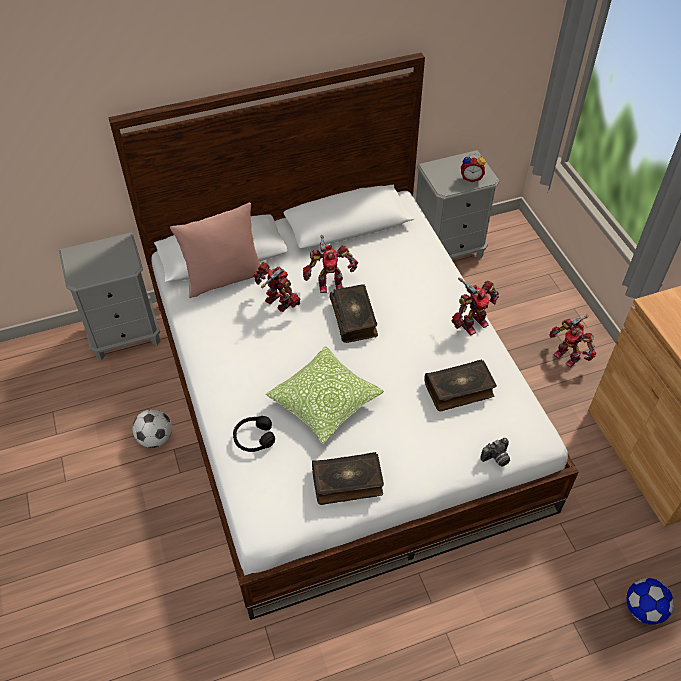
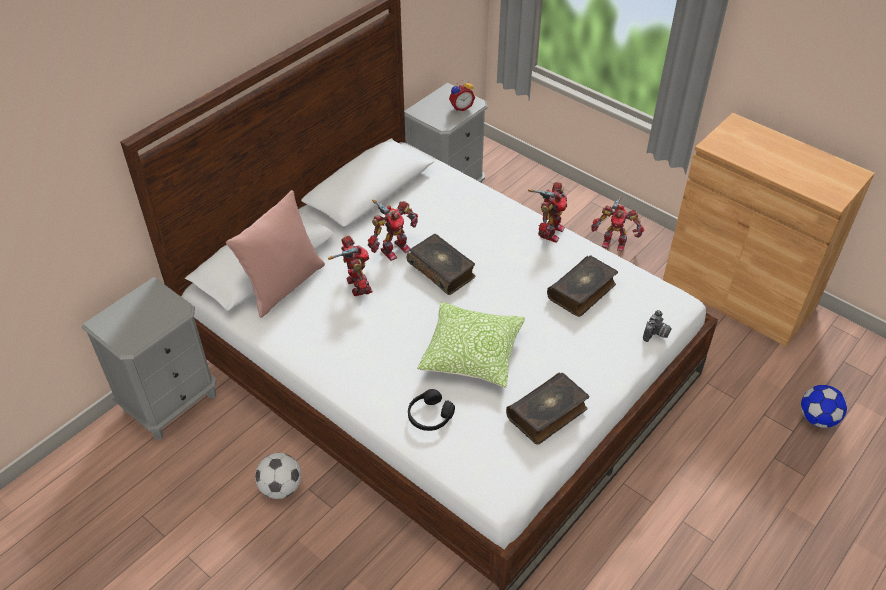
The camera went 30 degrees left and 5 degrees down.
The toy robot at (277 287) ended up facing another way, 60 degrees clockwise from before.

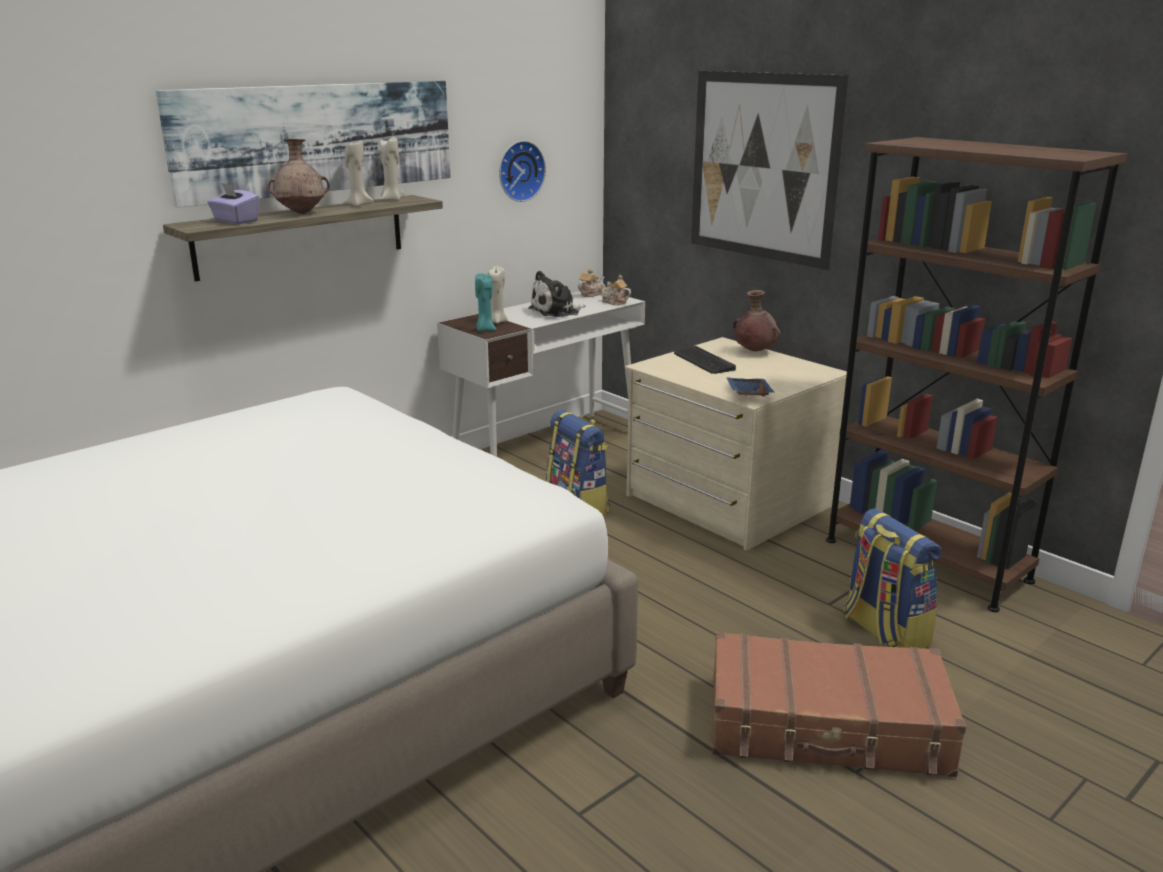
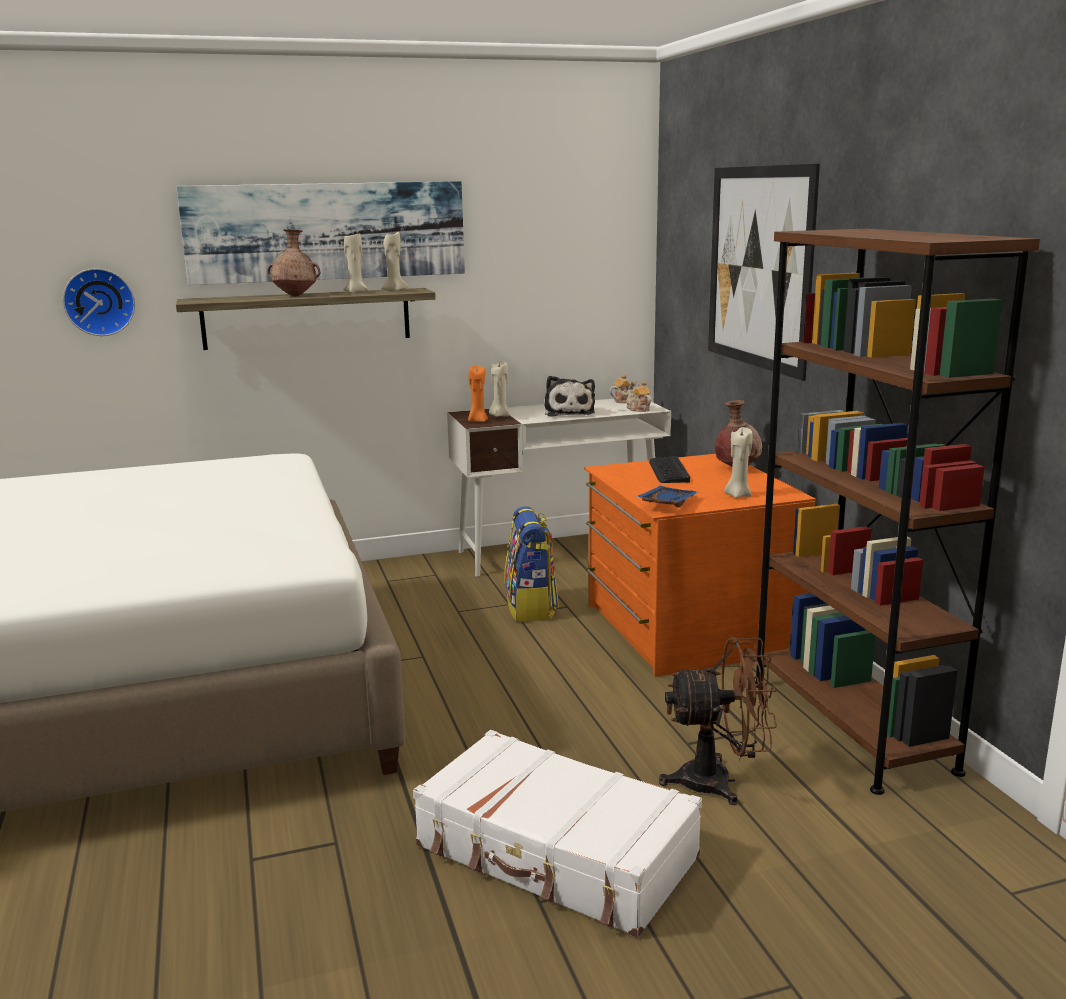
The camera went 25 degrees right and 5 degrees down.
The wall clock ended up elsewhere, having gone from (522 171) to (99 302).
What was the brown suitcase at (839 704) turned into the white suitcase at (557 833).
What was the turquoise candle at (485 302) turned into the orange candle at (478 393).
The plush toy at (557 294) ended up facing another way, 90 degrees counterclockwise from before.
What was the beige dresser at (736 444) turned into the orange dresser at (700 565).
Where the backpack stood at (892 578), the brown fan came to stand at (718 721).
The second view gained the beige candle at (738 462).
The second view lost the purple tissue box at (233 203).

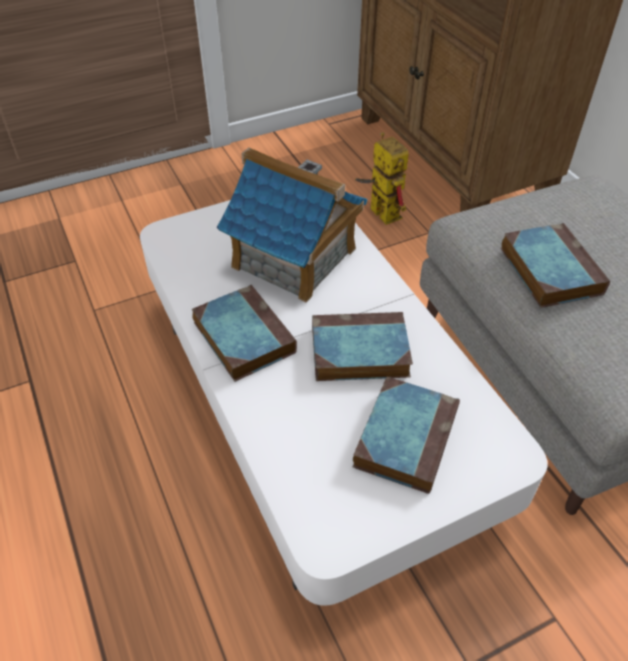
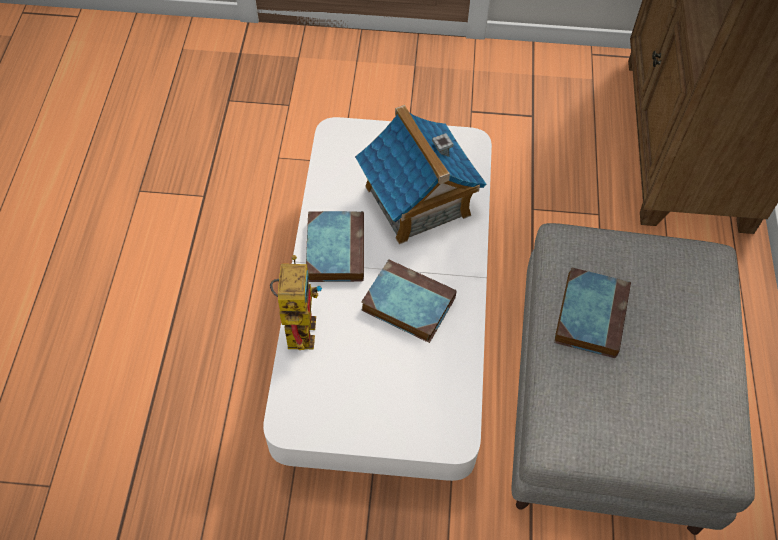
The camera went 30 degrees right and 10 degrees up.
The toy robot ended up elsewhere, having gone from (382 178) to (296 302).
The second view lost the book at (406 435).

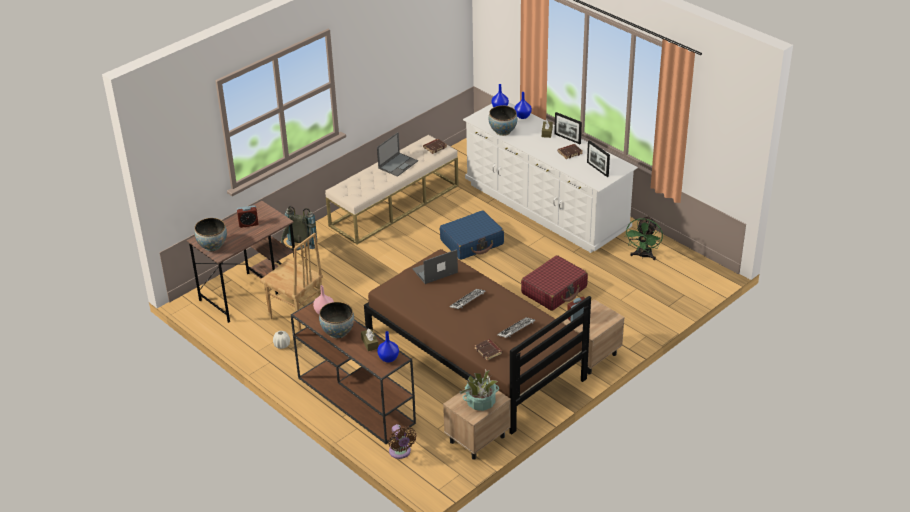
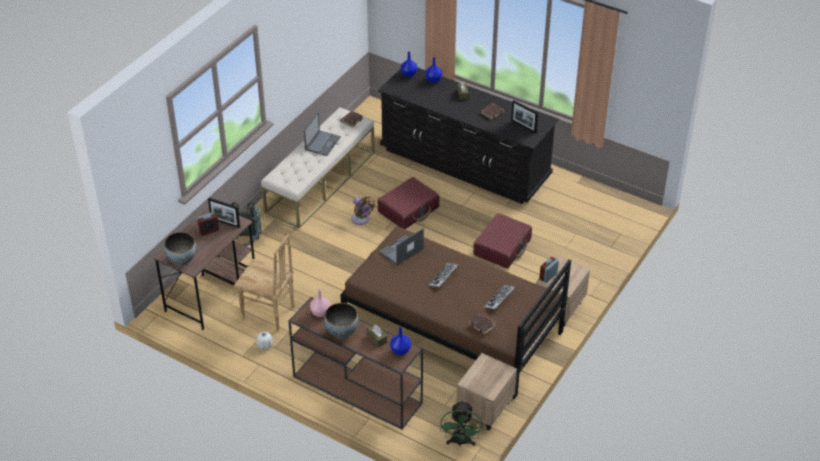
The camera went 15 degrees left and 5 degrees up.
The picture frame ended up elsewhere, having gone from (568 128) to (224 213).
The brown fan ended up elsewhere, having gone from (402 441) to (363 211).
What was the blue suitcase at (472 235) turned into the red suitcase at (408 203).
What was the white dresser at (550 177) turned into the black dresser at (468 135).
The green fan ended up elsewhere, having gone from (644 238) to (461 423).
The second view lost the potted plant at (479 390).
The second view lost the bowl at (503 120).

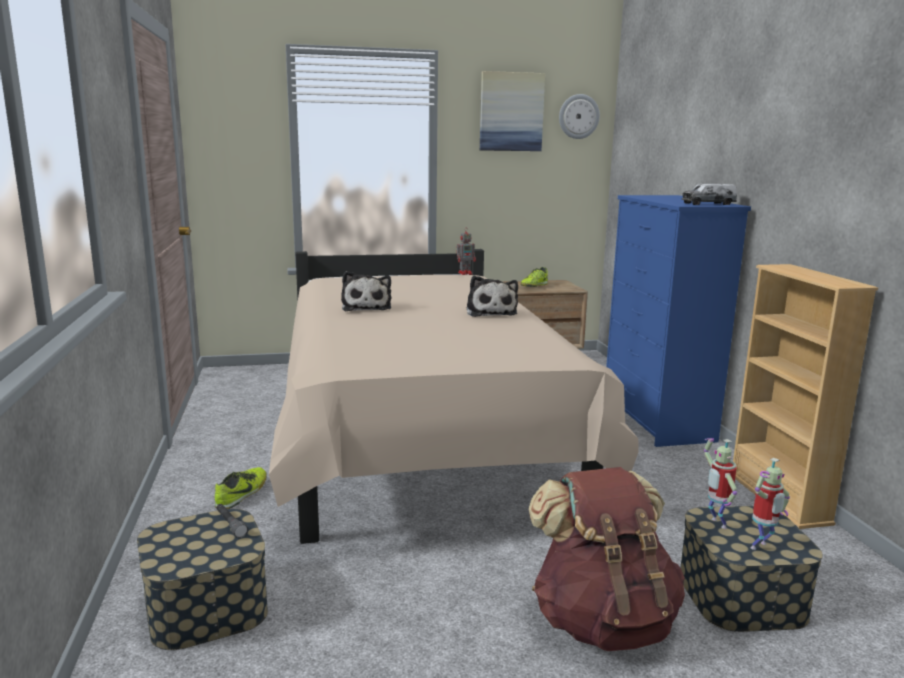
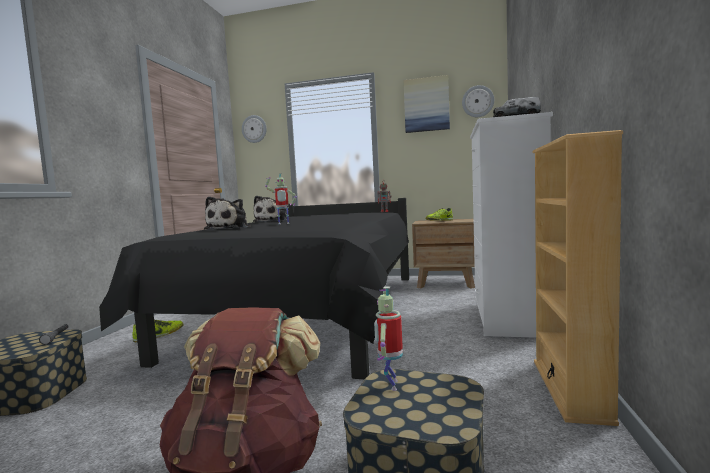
The camera went 25 degrees right and 10 degrees down.
What was the beige bed at (454 396) turned into the black bed at (254 288).
The plush toy ended up elsewhere, having gone from (492 296) to (227 213).
The second view gained the wall clock at (254 129).
The toy robot ended up elsewhere, having gone from (770 504) to (281 198).
What was the blue dresser at (678 321) turned into the white dresser at (511 225).

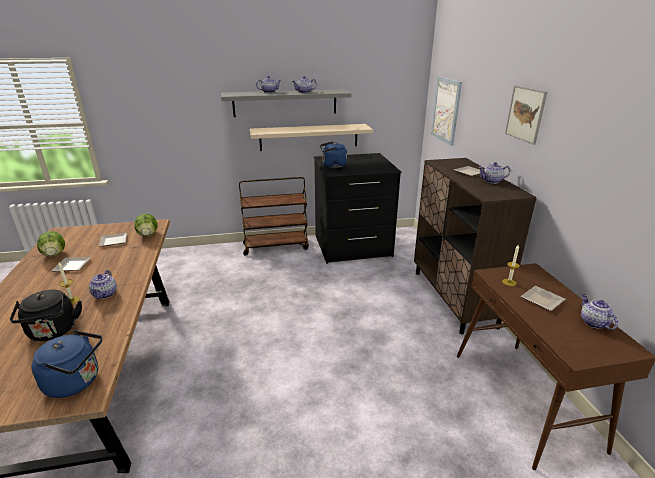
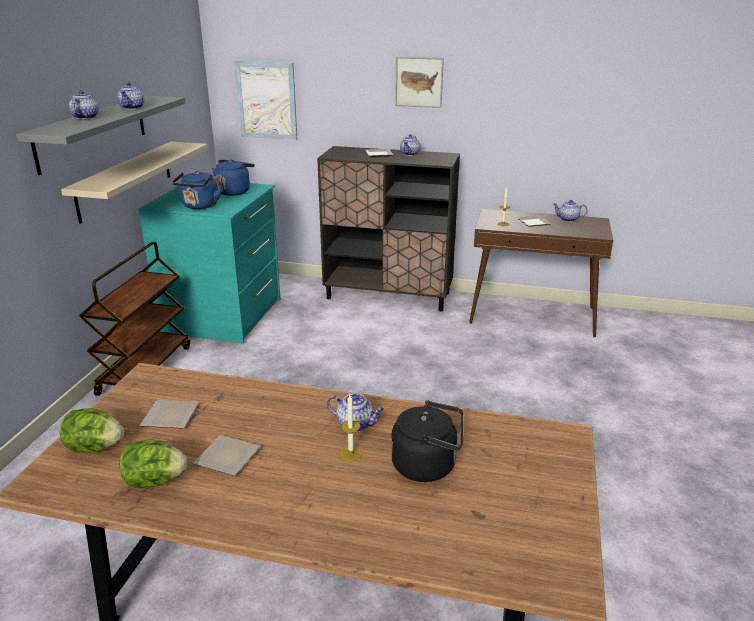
The camera went 65 degrees left and 0 degrees up.
The lettuce ended up elsewhere, having gone from (146 225) to (91 430).
What was the black dresser at (358 208) turned into the turquoise dresser at (209 263).
The blue kettle ended up elsewhere, having gone from (66 364) to (233 178).

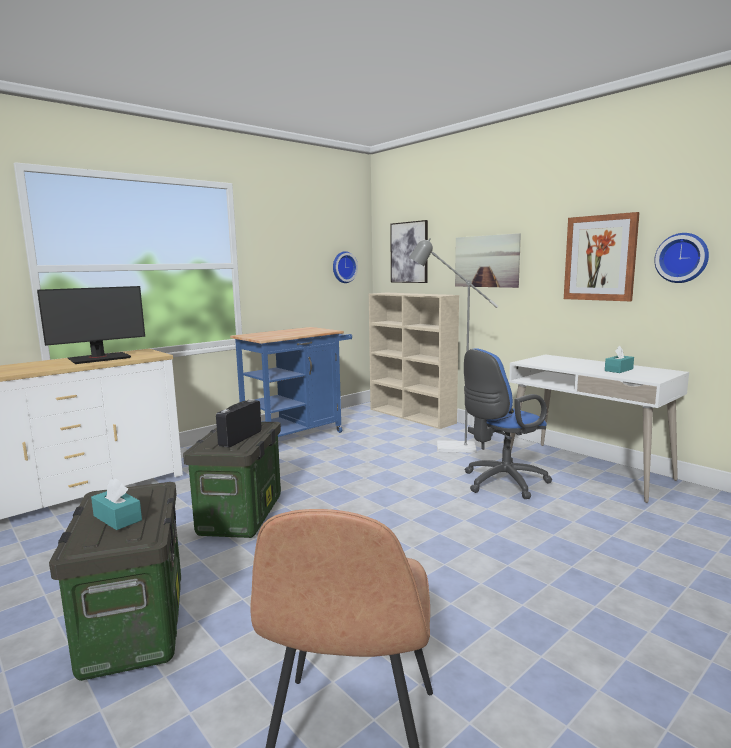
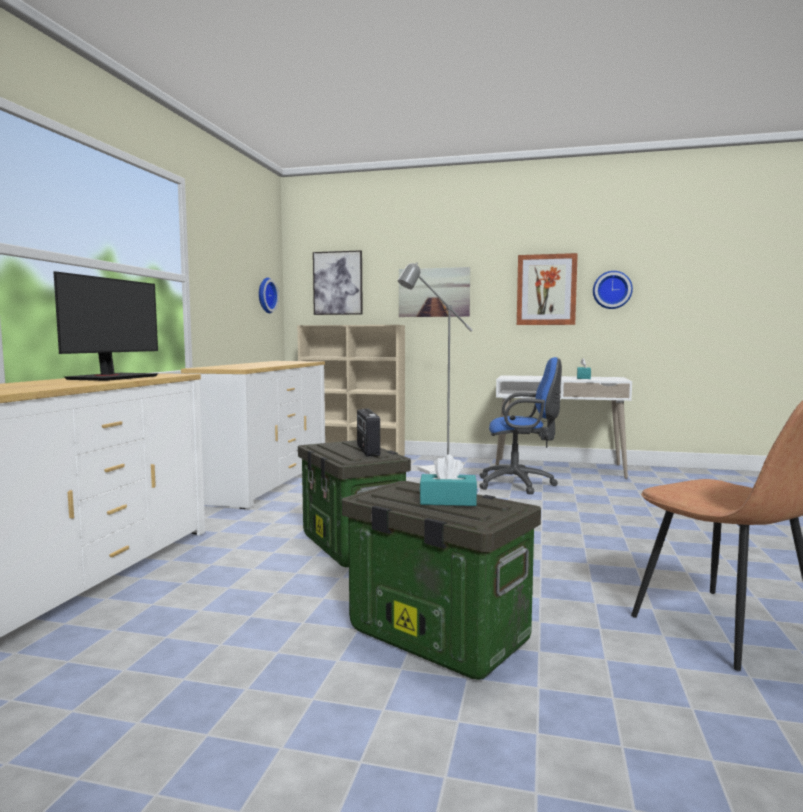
The camera went 35 degrees left and 5 degrees down.
Where the blue cart stood at (291 382), the white dresser came to stand at (253 435).
The blue office chair at (508 423) ended up facing another way, 105 degrees counterclockwise from before.

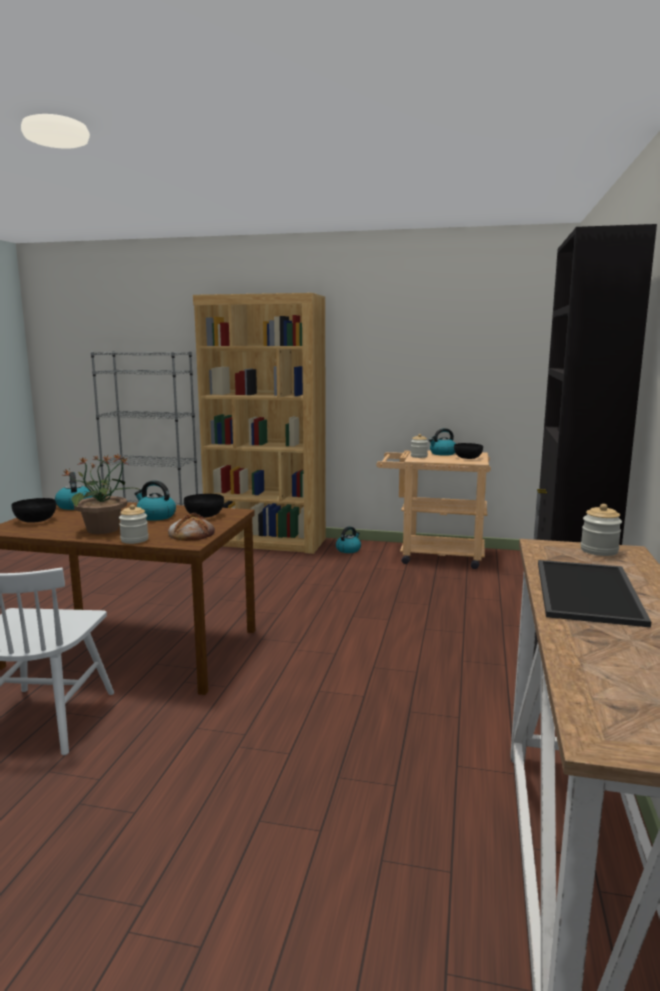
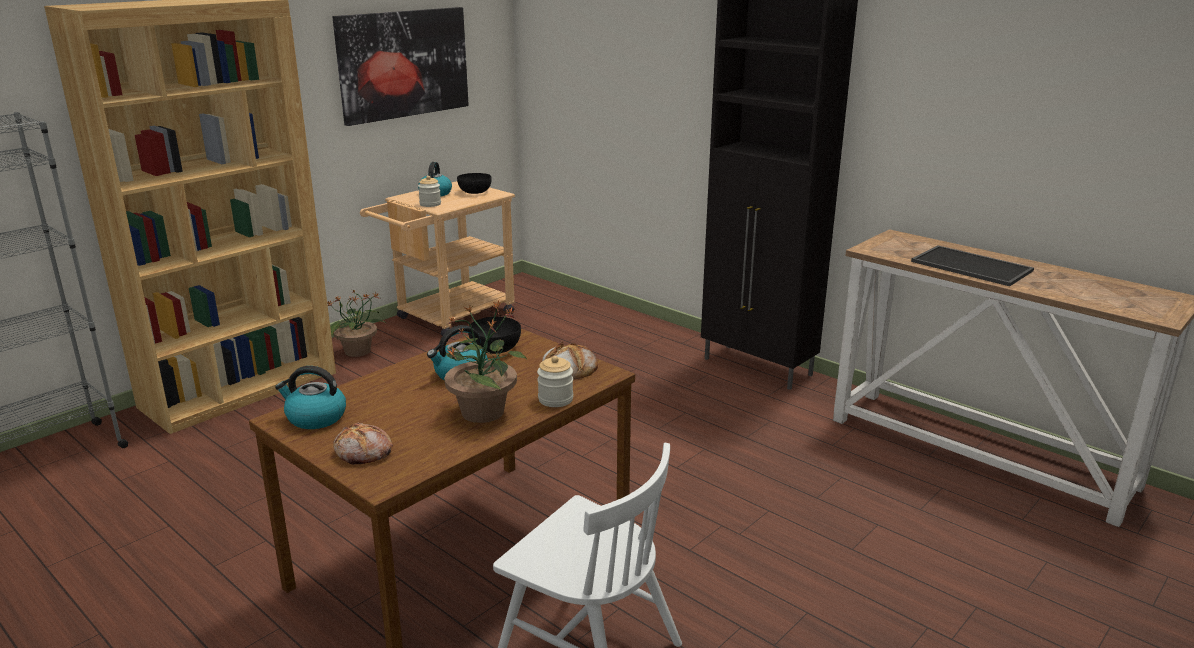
The camera went 60 degrees left and 10 degrees up.
Where the kettle stood at (348 539), the potted plant came to stand at (356 323).
The second view gained the picture at (400 66).
Where the black bowl stood at (33 510), the bread came to stand at (363 443).
The second view lost the jar at (601 530).

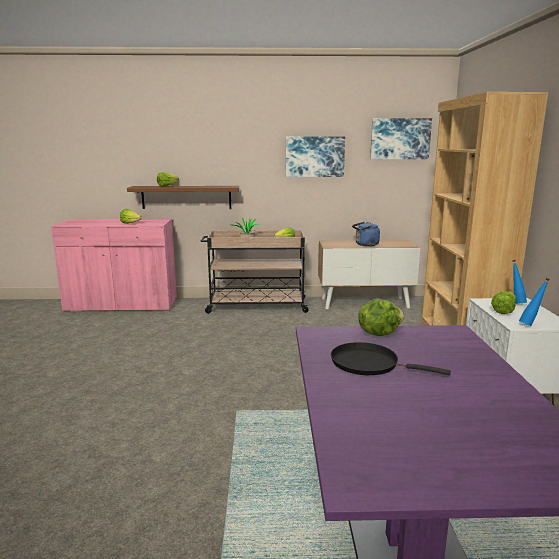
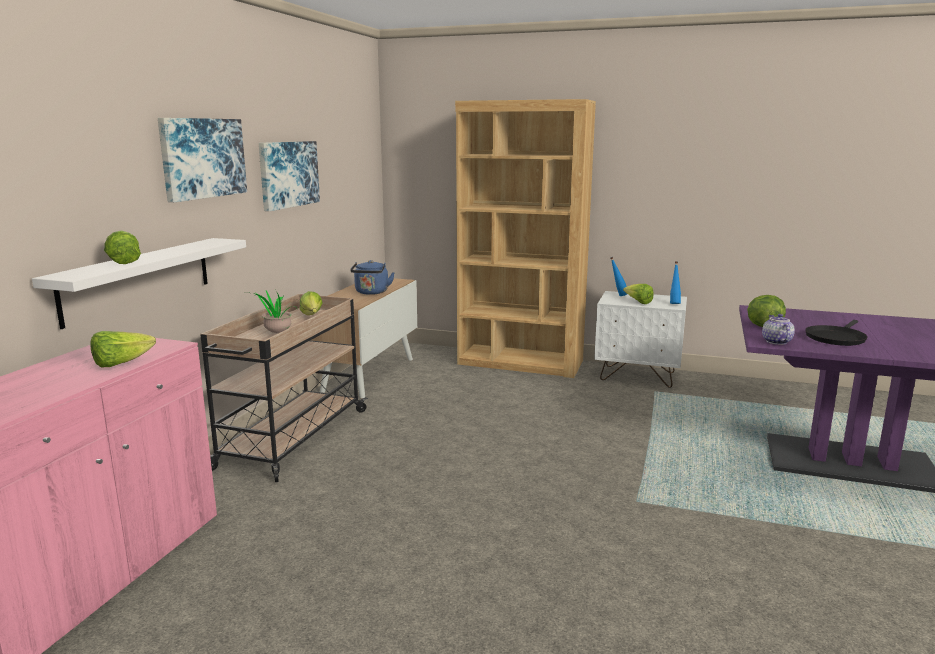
The camera went 70 degrees left and 0 degrees up.
What was the brown shelf at (183 197) turned into the white shelf at (139 283).
The picture ended up elsewhere, having gone from (401 138) to (202 160).
The second view gained the teapot at (778 329).

